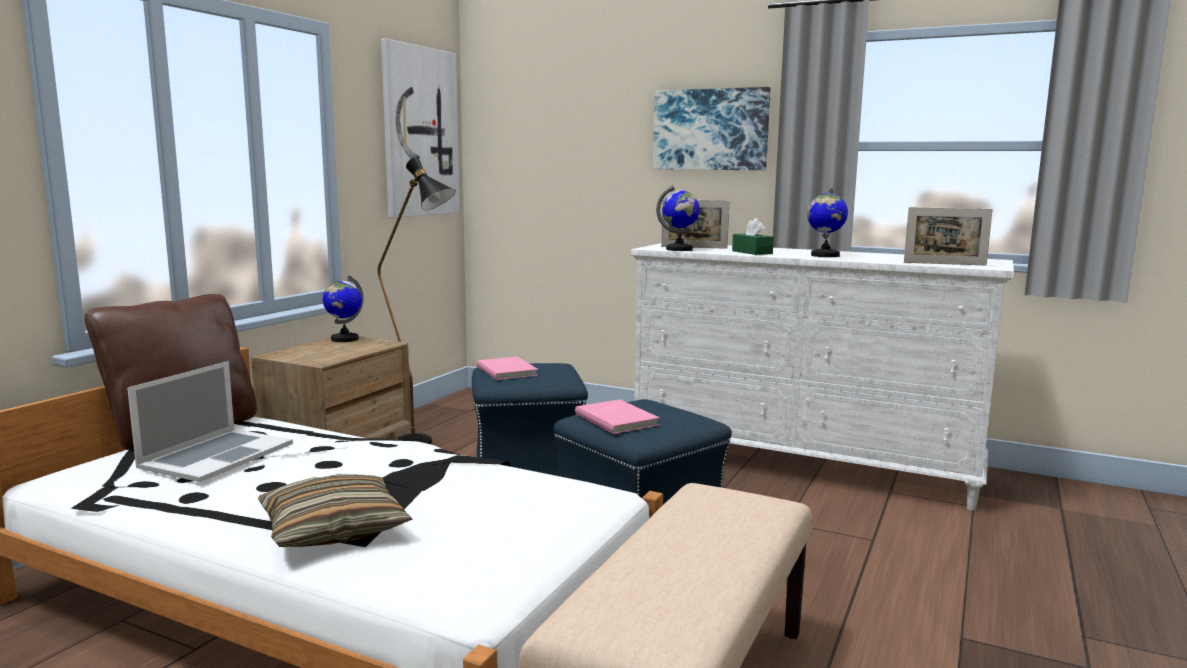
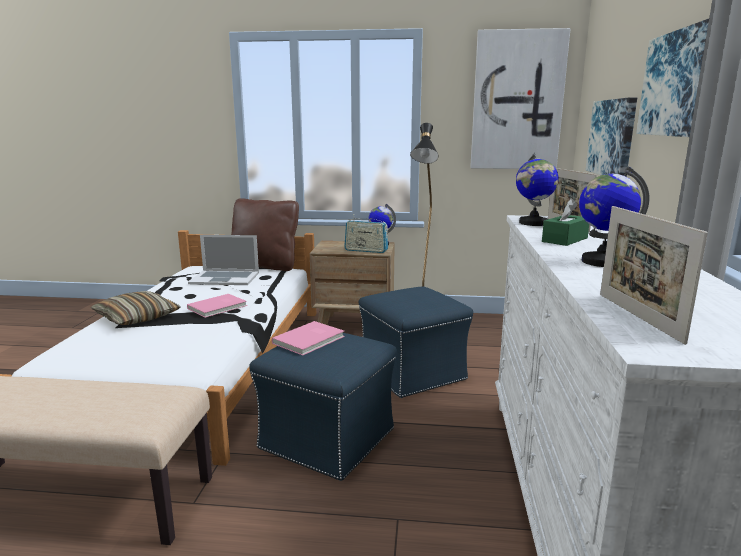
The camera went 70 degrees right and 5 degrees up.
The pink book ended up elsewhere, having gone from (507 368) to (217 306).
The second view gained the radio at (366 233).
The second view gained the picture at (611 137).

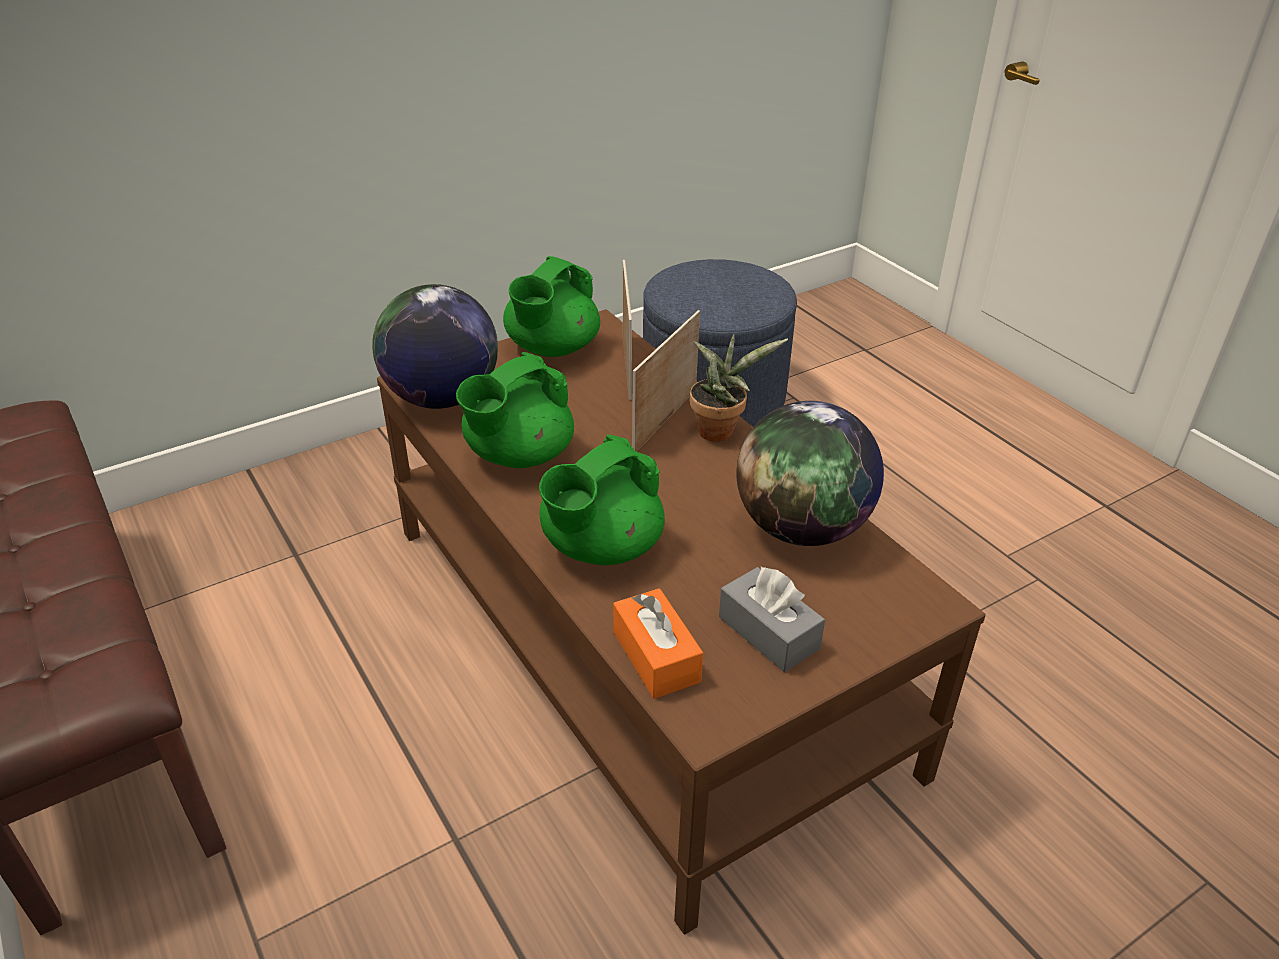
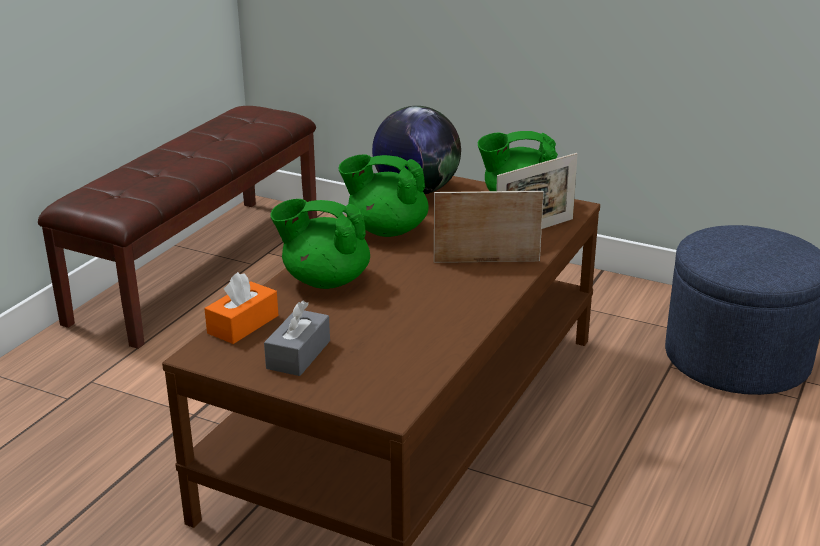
The camera went 60 degrees right and 10 degrees down.
The second view lost the potted plant at (739 388).
The second view lost the globe at (810 473).

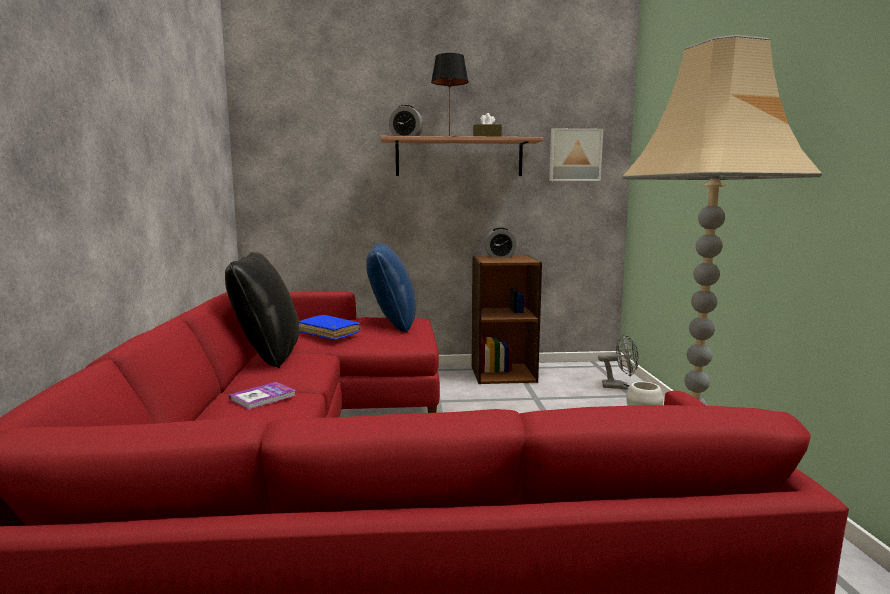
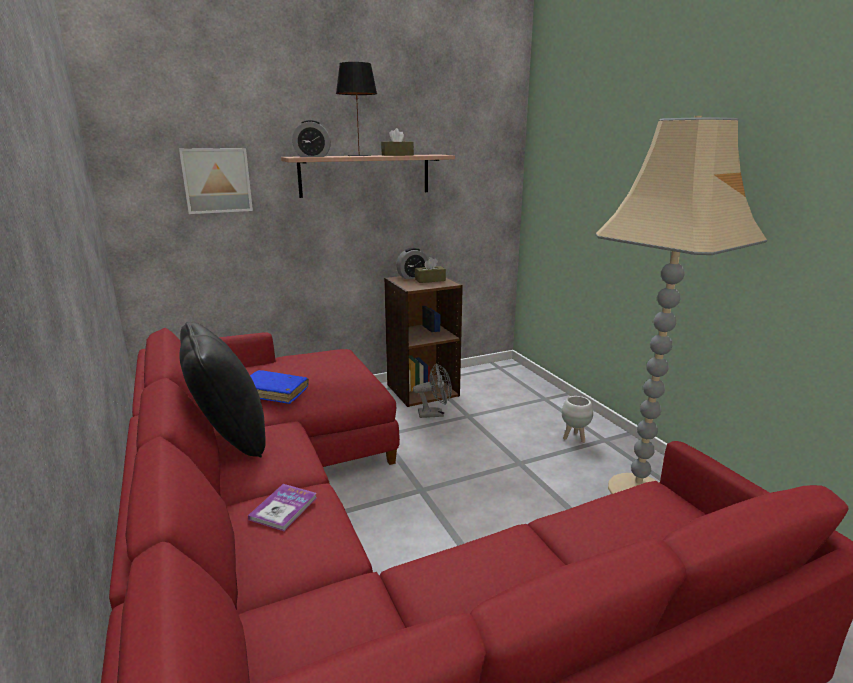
The camera went 20 degrees left and 10 degrees up.
The picture ended up elsewhere, having gone from (576 154) to (216 181).
The grey fan ended up elsewhere, having gone from (618 361) to (432 390).
The second view gained the brown tissue box at (430 270).
The second view lost the blue pillow at (391 288).

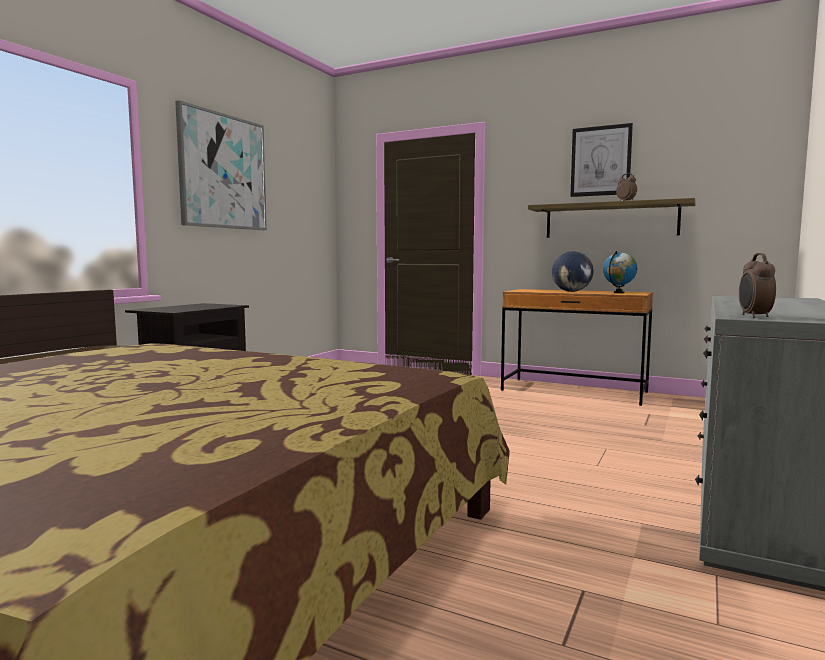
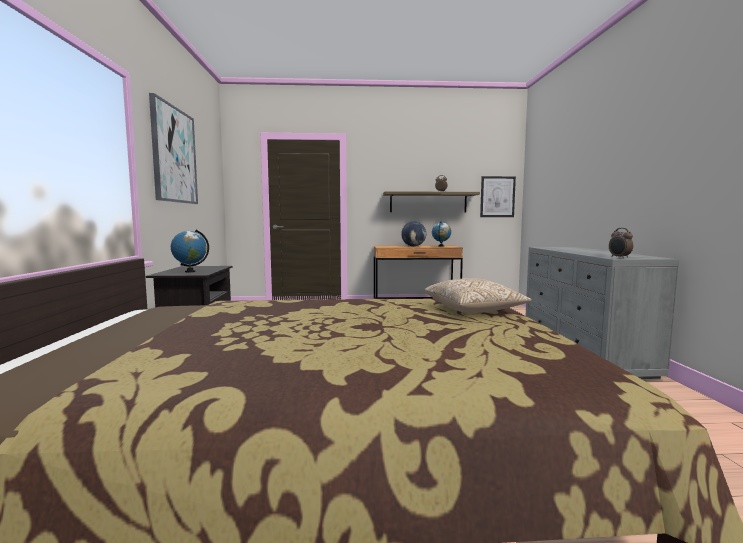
The camera went 30 degrees left and 0 degrees up.
The second view gained the globe at (190 250).
The second view gained the pillow at (478 295).
The picture ended up elsewhere, having gone from (601 160) to (498 196).

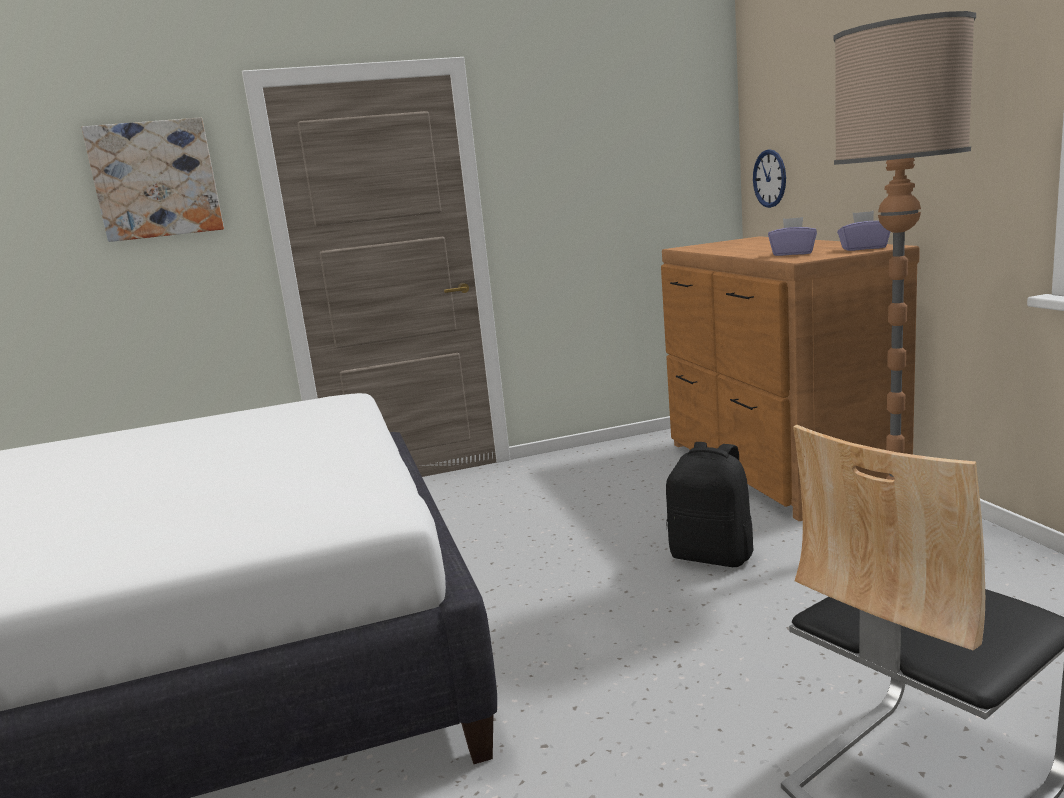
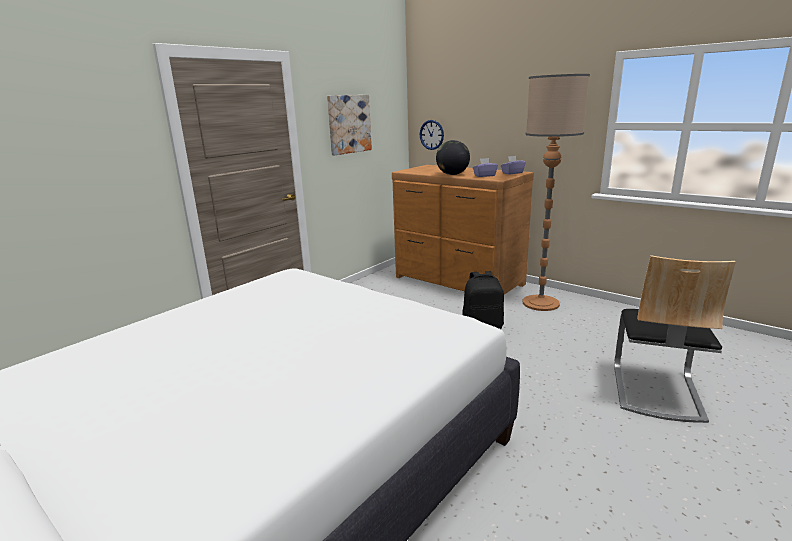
The camera went 35 degrees left and 5 degrees up.
The picture ended up elsewhere, having gone from (152 180) to (349 125).
The second view gained the globe at (453 157).

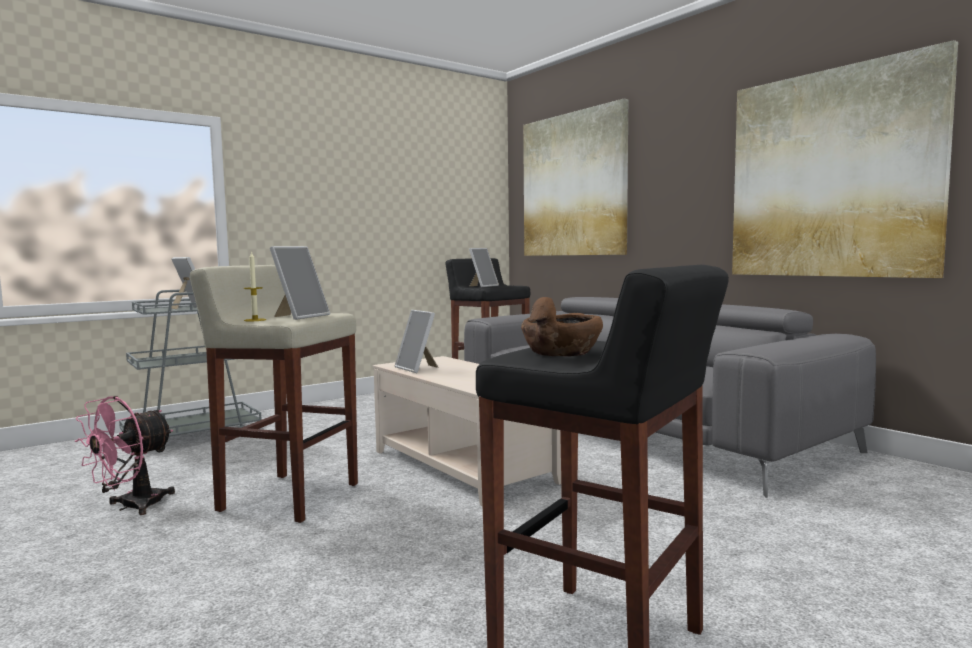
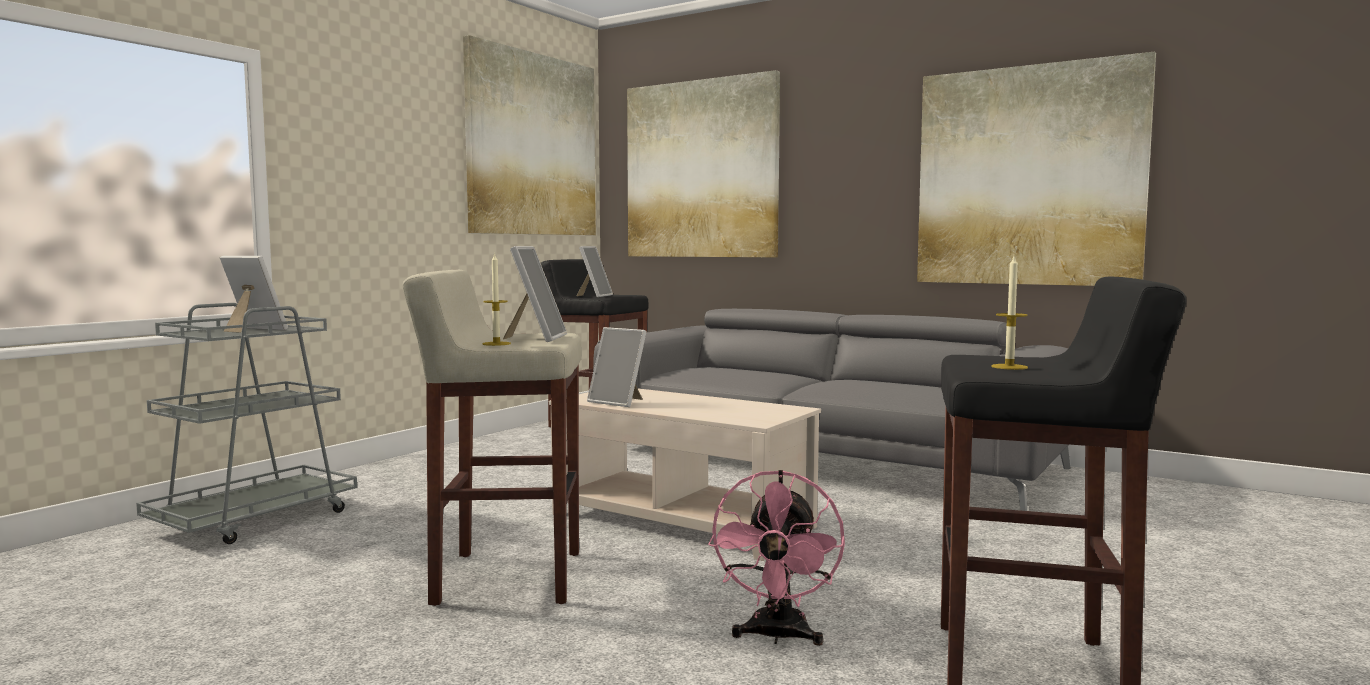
The camera went 20 degrees left and 0 degrees up.
The second view gained the picture at (529 135).
The pink fan ended up elsewhere, having gone from (125 455) to (776 558).
Where the brown bowl stood at (562 327), the candle came to stand at (1009 313).

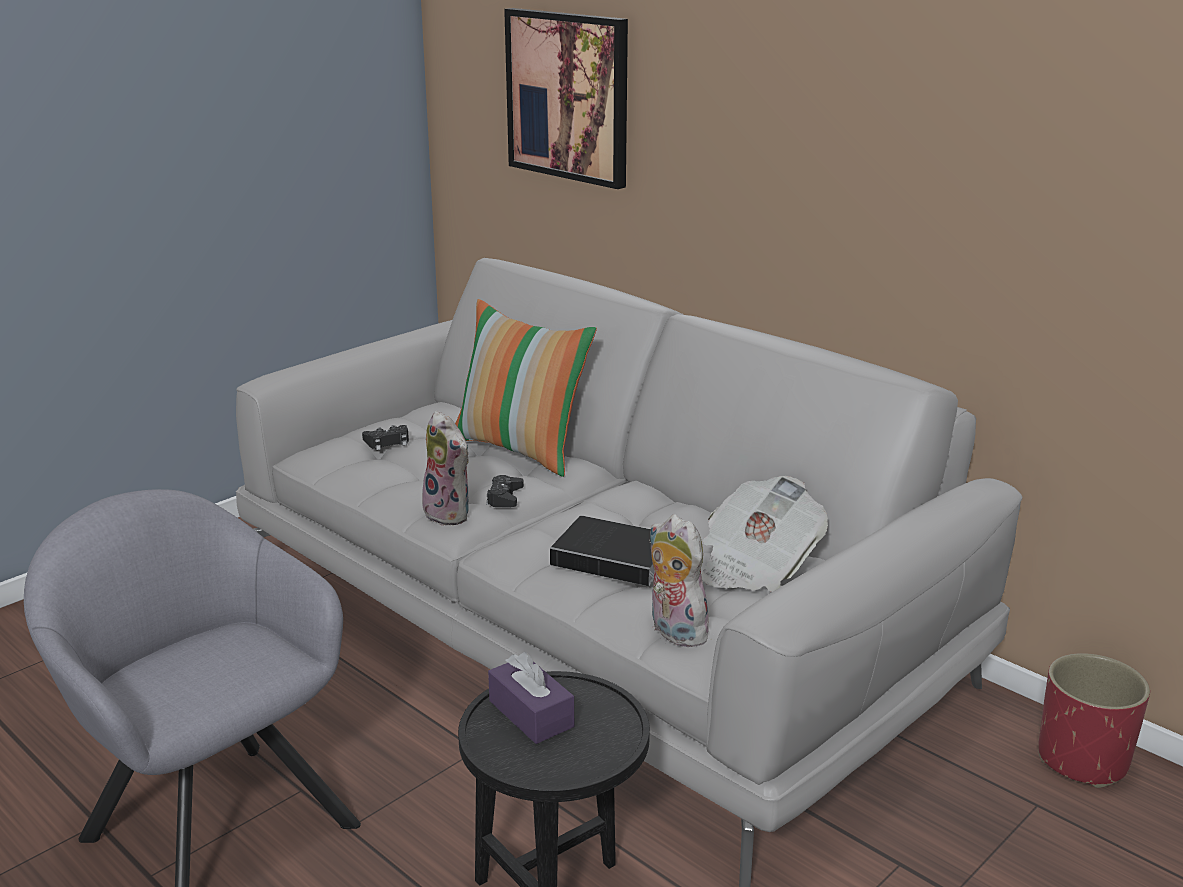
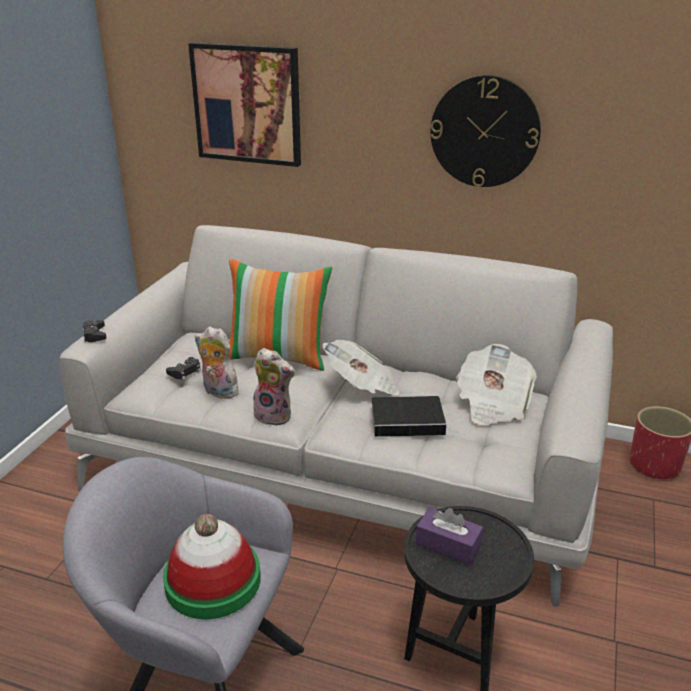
The camera went 25 degrees left and 5 degrees up.
The black game controller ended up elsewhere, having gone from (505 491) to (94 331).
The second view gained the hat at (212 566).
The plush toy ended up elsewhere, having gone from (682 580) to (217 363).
The second view gained the newspaper at (361 368).
The second view gained the wall clock at (485 131).

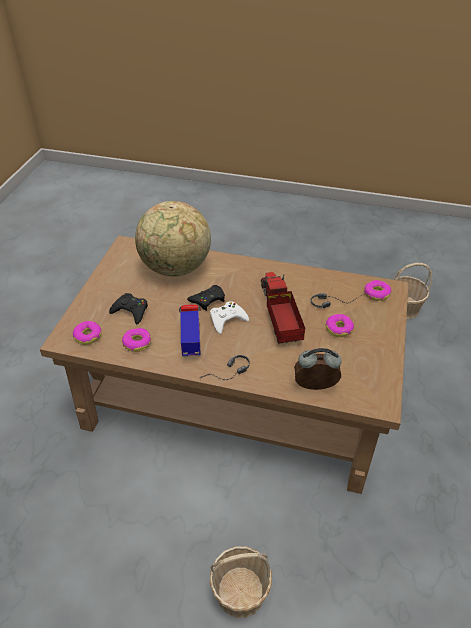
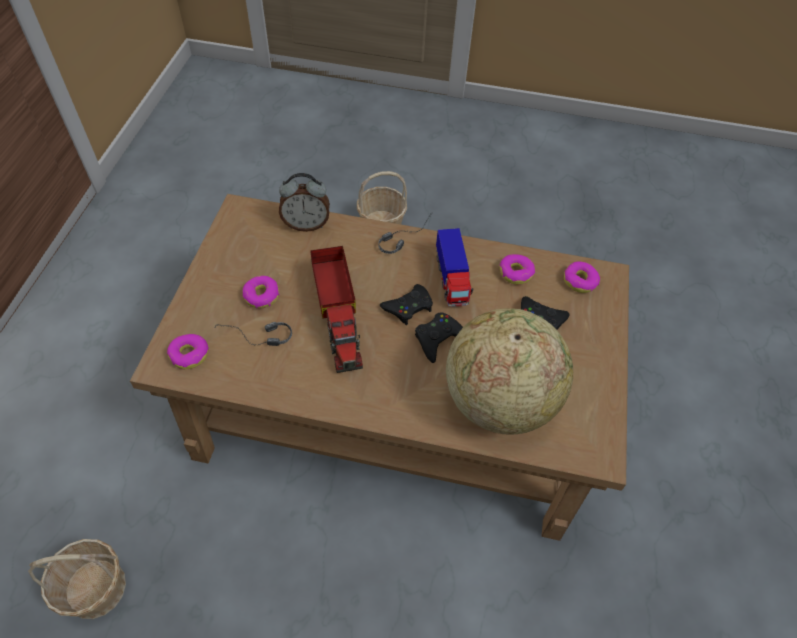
The camera went 175 degrees right and 10 degrees up.
What was the white game controller at (229 317) turned into the black game controller at (406 304).

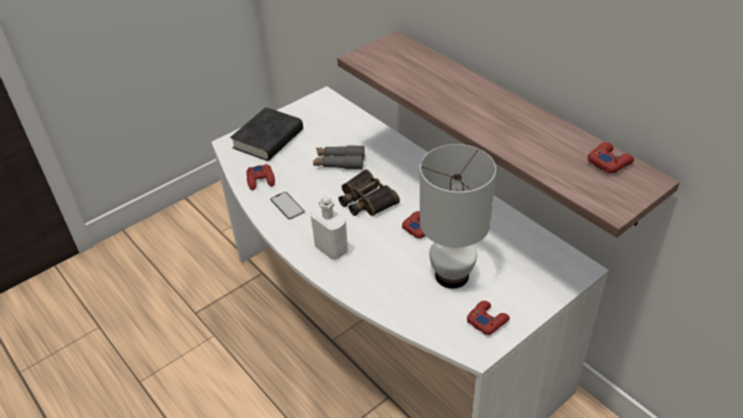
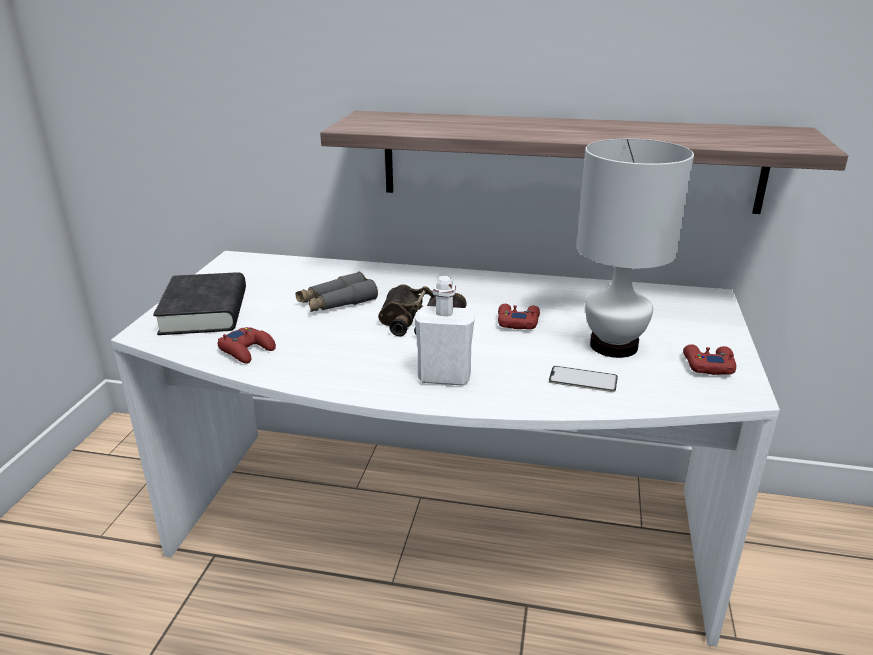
The camera went 40 degrees left and 15 degrees down.
The phone ended up elsewhere, having gone from (287 206) to (583 379).
The second view lost the red game controller at (611 157).

